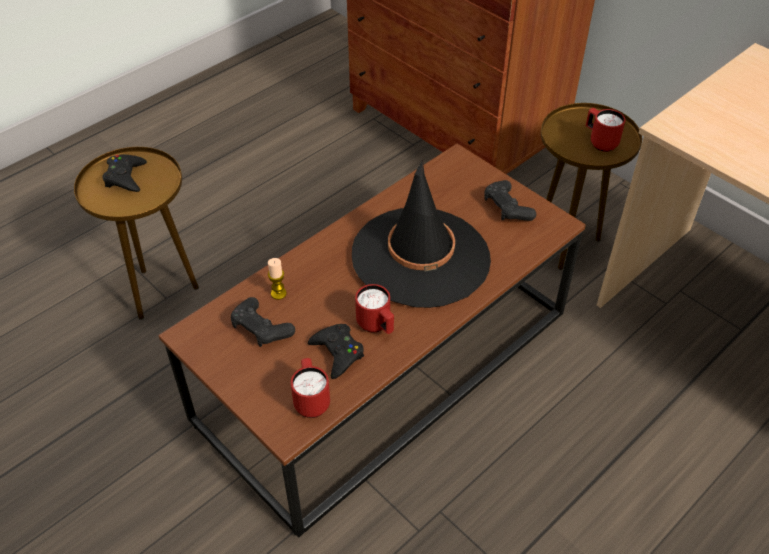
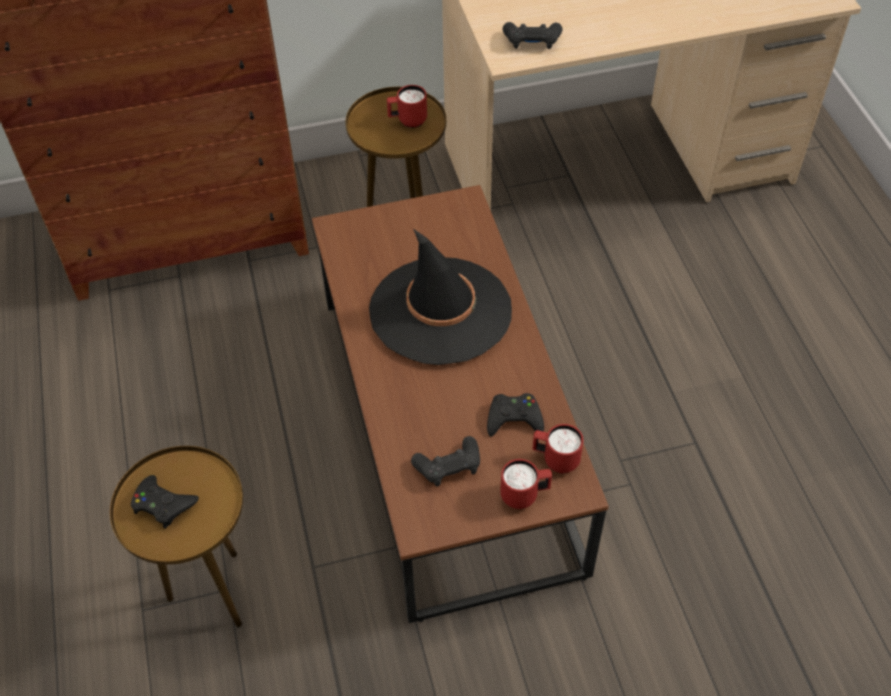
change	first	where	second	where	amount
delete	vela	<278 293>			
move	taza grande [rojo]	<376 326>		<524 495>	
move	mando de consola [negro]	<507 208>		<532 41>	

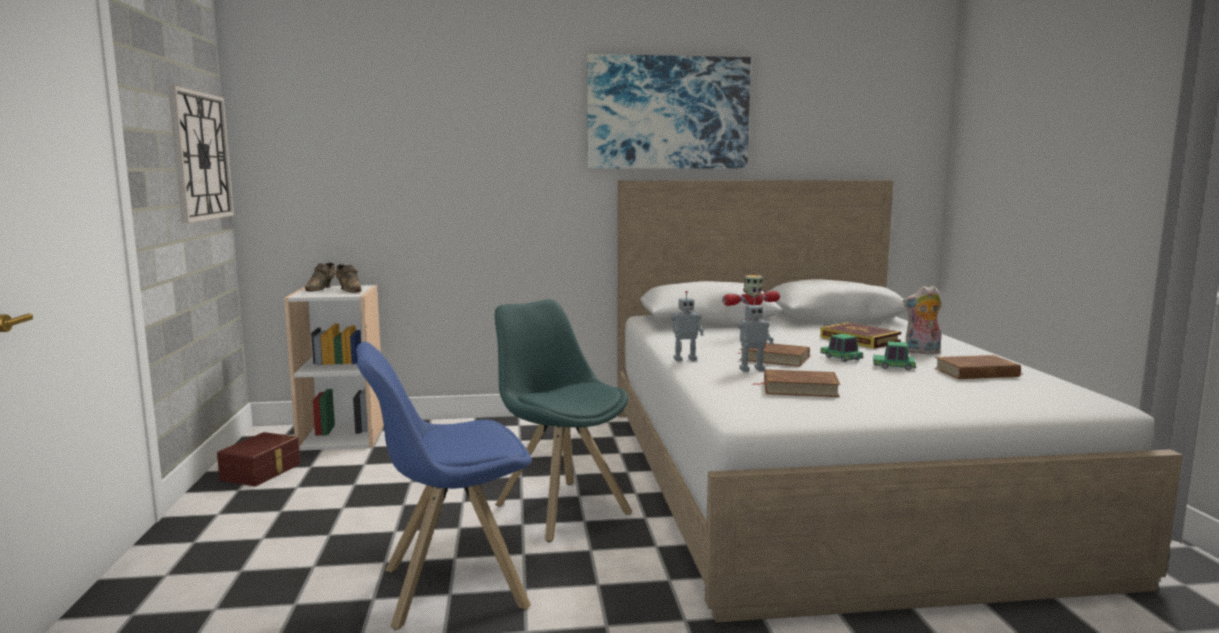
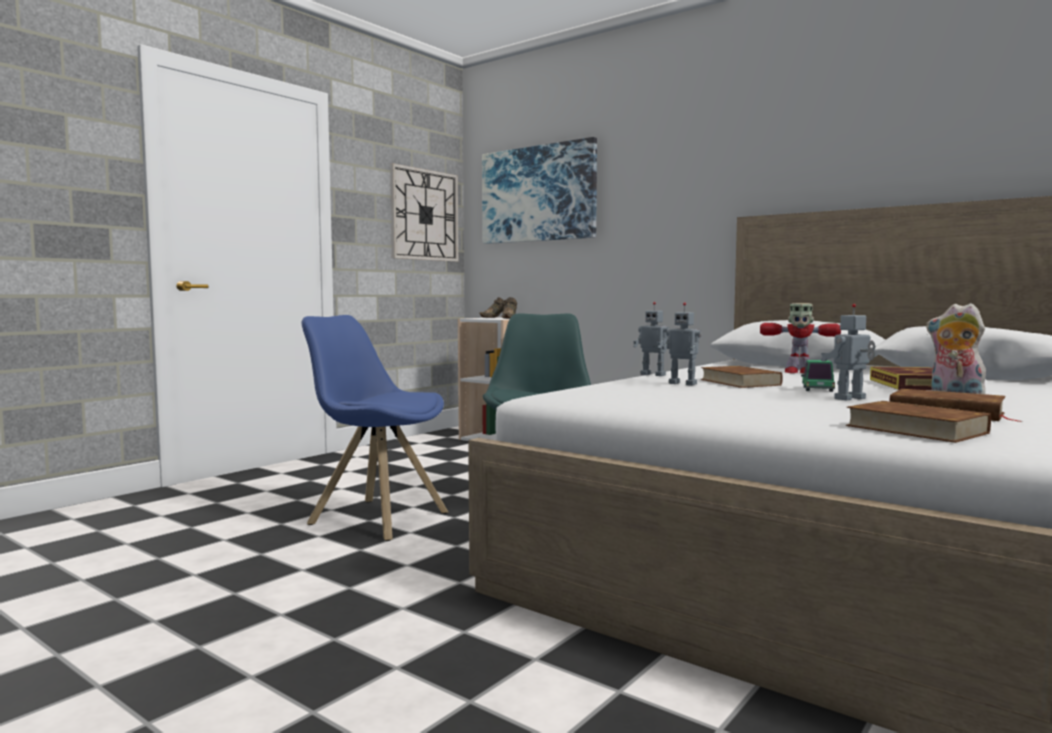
change	first	where	second	where	amount
delete	caja de almacenaje [marrón]	<262 472>			
move	cuadro	<668 113>		<538 194>	
move	libro [marrón]	<799 388>		<915 429>	
replace	coche de juguete	<894 367>	robot de juguete	<851 398>	

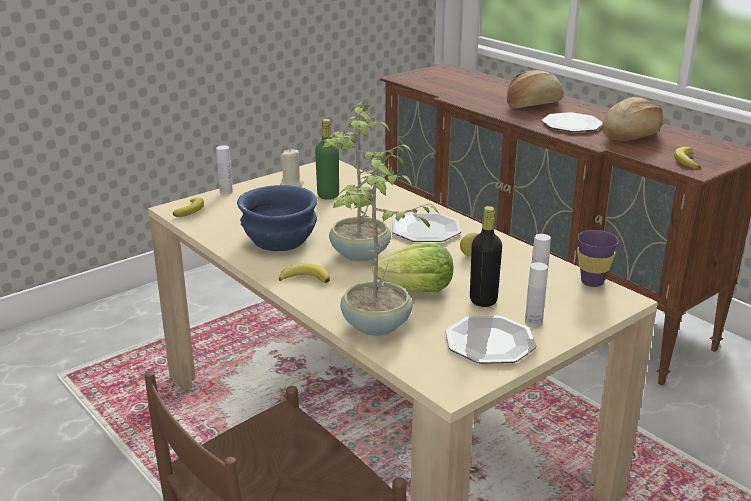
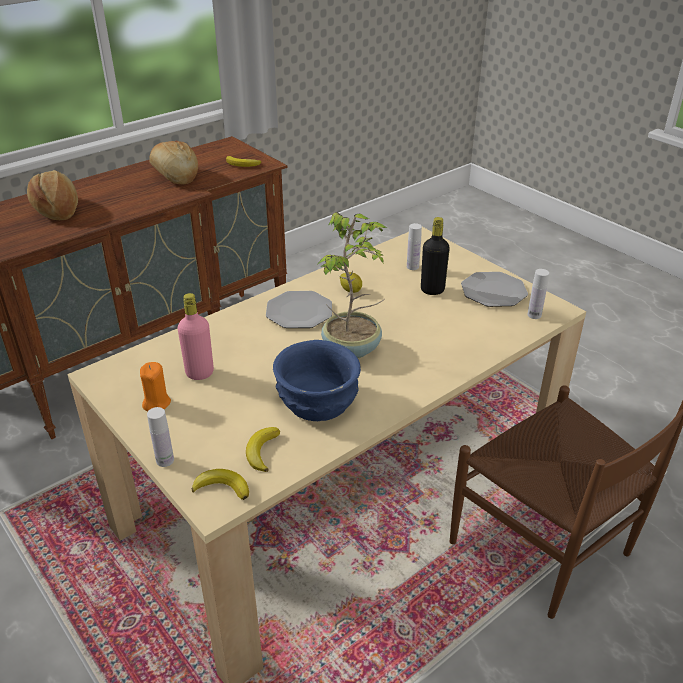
change	first	where	second	where	amount
delete	planta en maceta	<376 326>			
delete	lechuga	<417 289>			
delete	plato	<571 124>			
delete	taza [morado]	<592 282>			
move	plátano	<305 278>		<262 451>	
move	botella [blanco]	<533 322>		<534 315>	
recolor	vela [beis]	<292 184>	vela [naranja]	<156 403>	
recolor	botella [verde]	<328 195>	botella [rosa]	<199 373>	

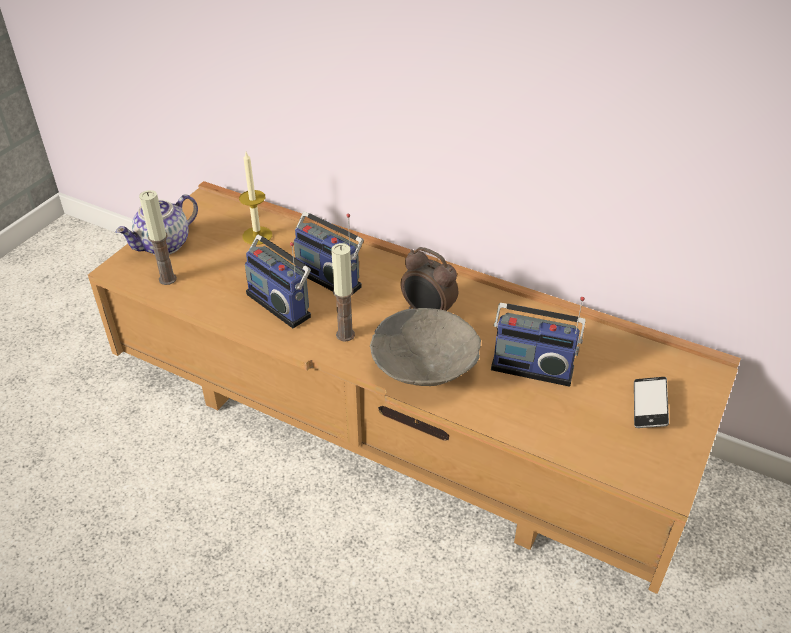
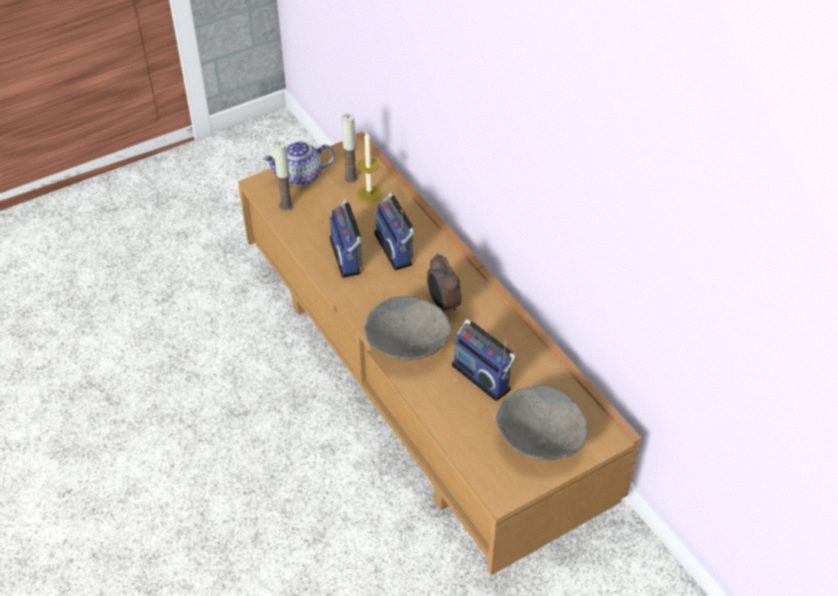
change	first	where	second	where	amount
move	vela	<345 335>		<351 178>	
replace	móvil	<649 406>	cuenco [gris]	<540 440>	

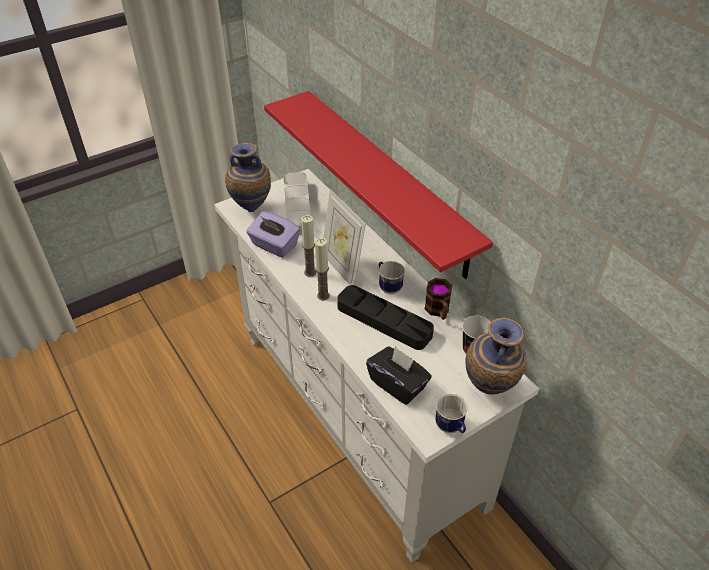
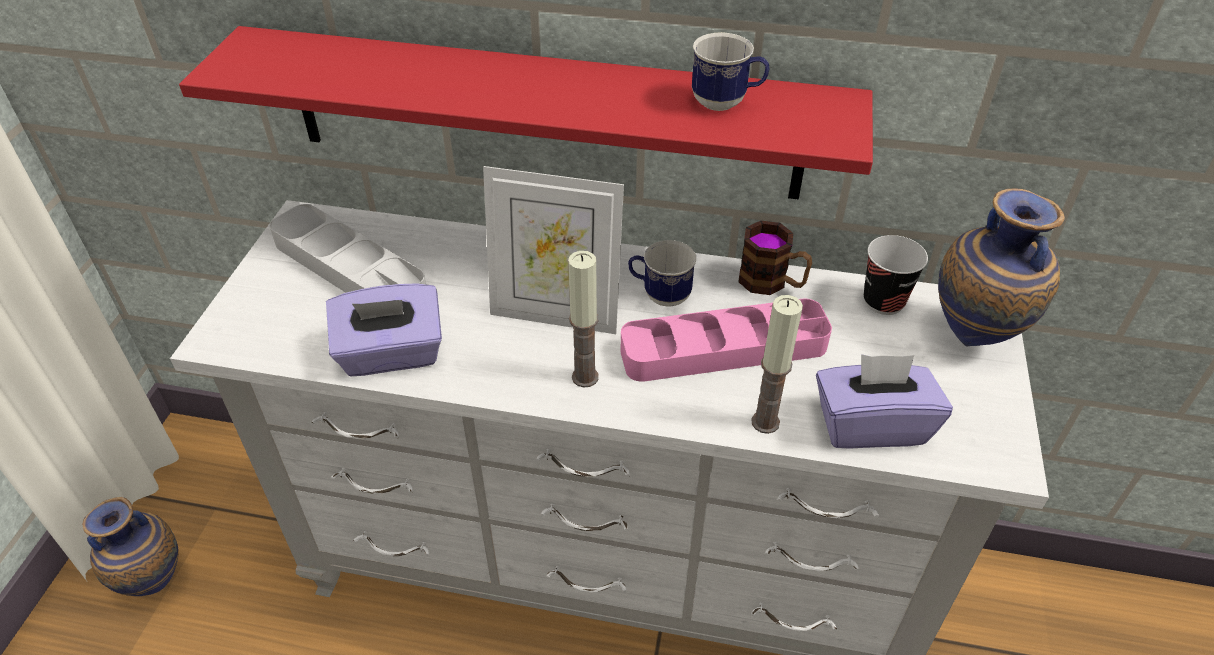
change	first	where	second	where	amount
move	florero	<252 208>		<155 582>	
move	vela	<310 272>		<765 422>	
move	taza grande	<451 428>		<726 103>	
recolor	bandeja [negro]	<384 321>	bandeja [rosa]	<724 348>	
recolor	caja de pañuelos [negro]	<398 384>	caja de pañuelos [morado]	<871 424>	

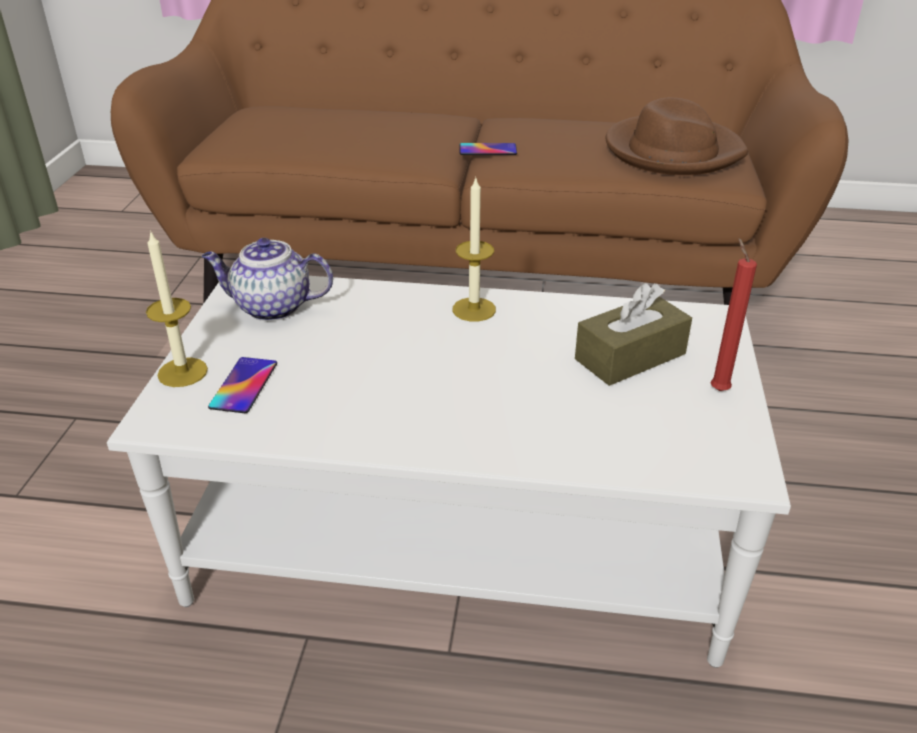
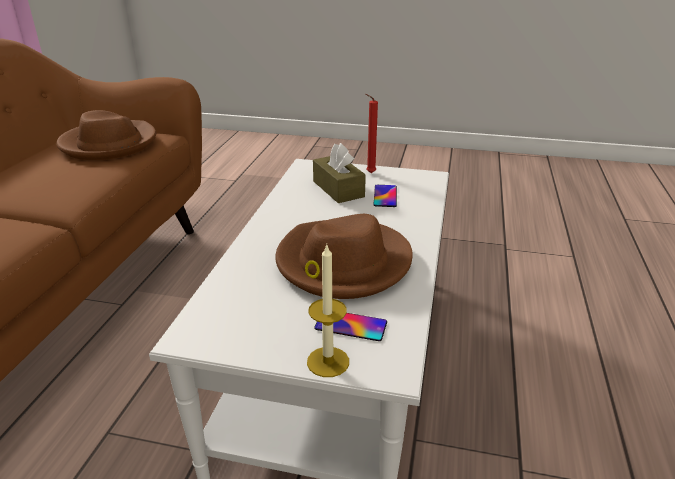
change	first	where	second	where	amount
delete	tetera	<271 307>			
delete	vela	<474 309>			
insert			sombrero [marrón]	<342 263>	
move	móvil	<488 150>		<385 196>	

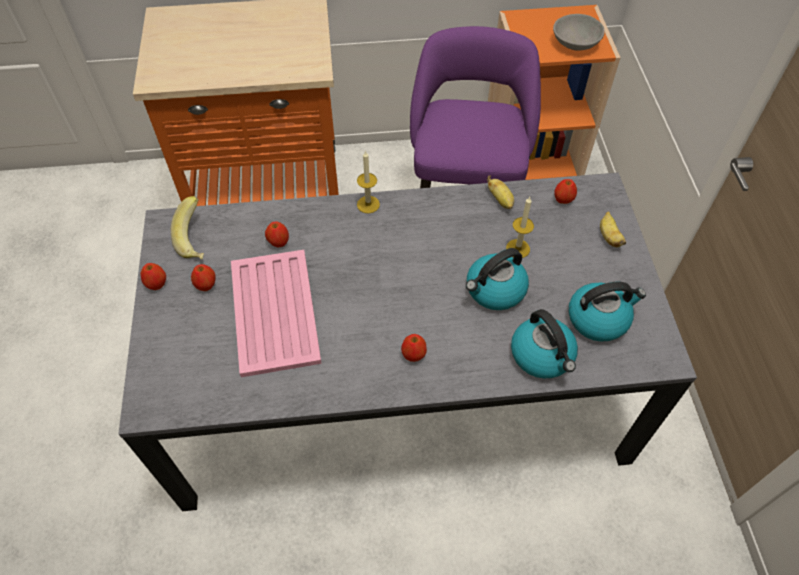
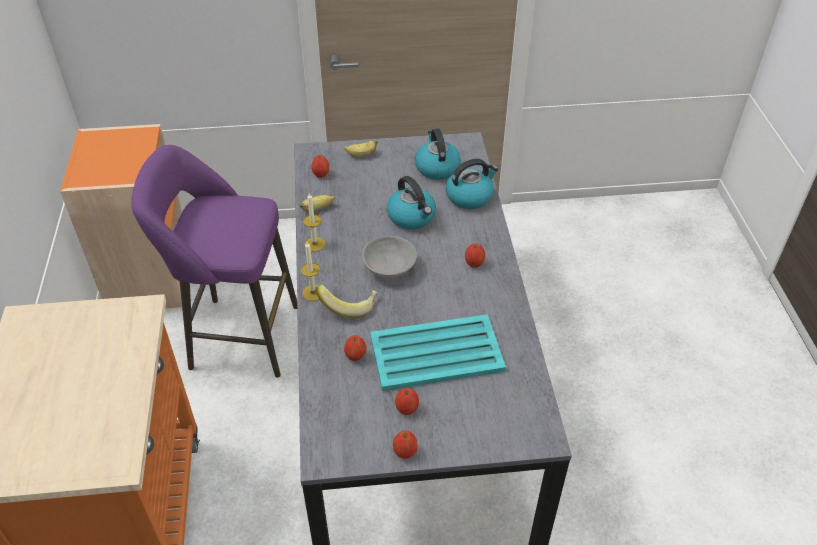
change	first	where	second	where	amount
move	plátano	<197 240>		<349 306>	
move	vela	<518 248>		<314 244>	
move	cuenco [gris]	<575 44>		<389 268>	
recolor	bandeja [rosa]	<275 310>	bandeja [turquesa]	<435 353>	

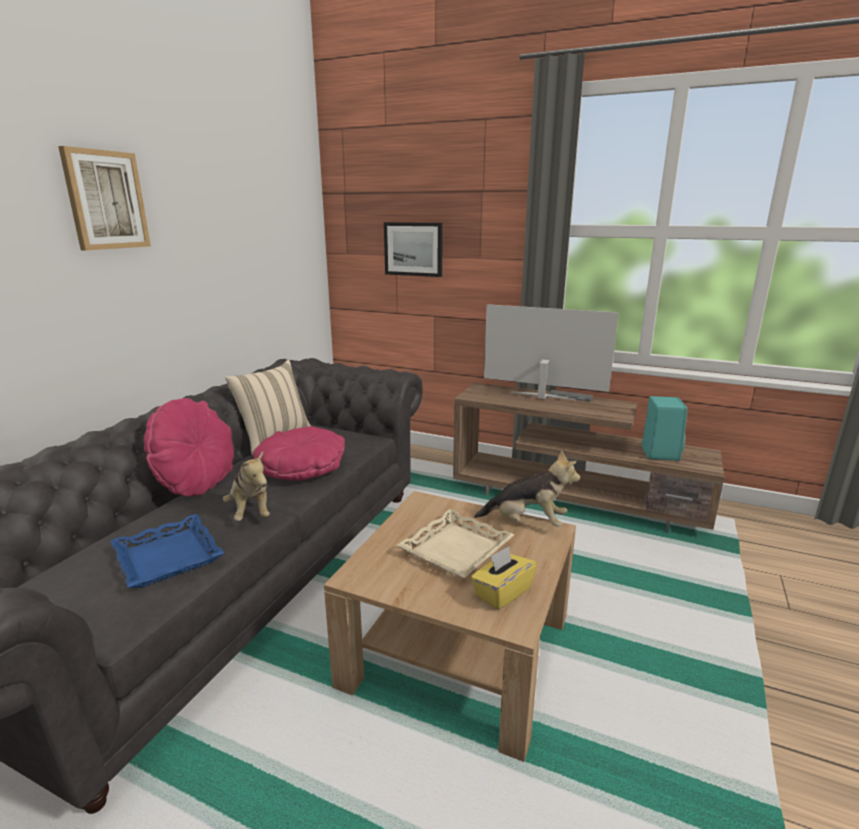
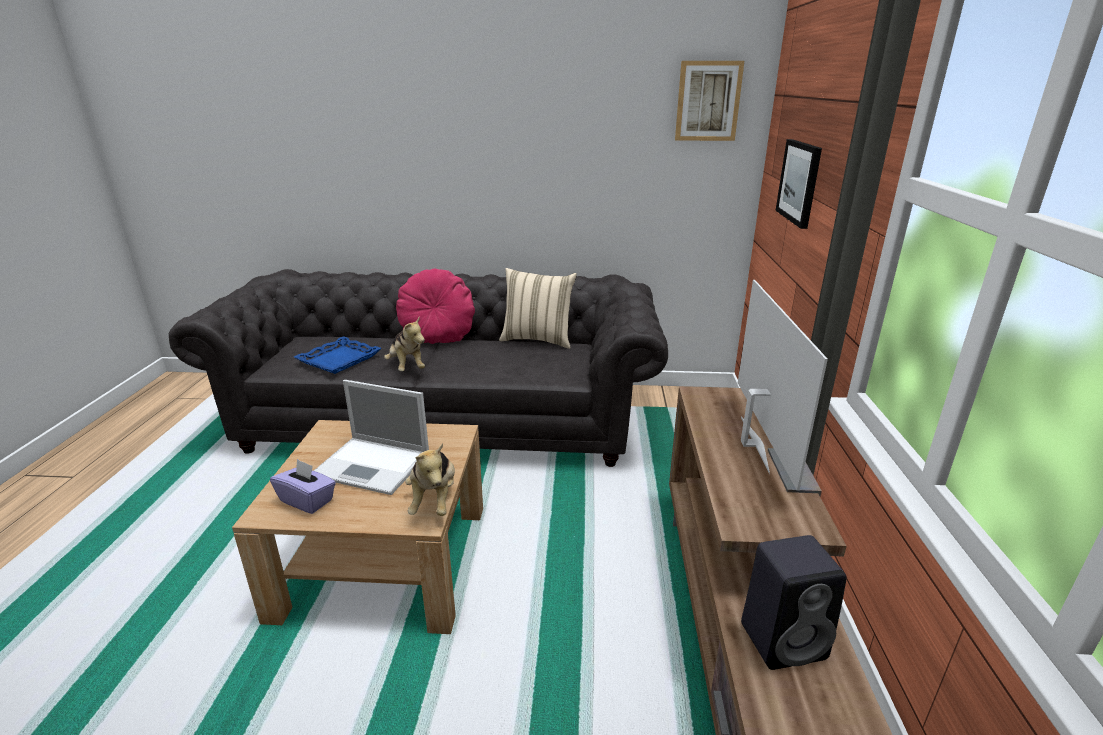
change	first	where	second	where	amount
delete	cojín [rosa]	<300 467>			
move	cuadro	<106 200>		<708 101>	
replace	bandeja [beis]	<455 549>	portátil	<374 465>	
recolor	caja de pañuelos [amarillo]	<502 592>	caja de pañuelos [morado]	<307 500>	
recolor	altavoz [turquesa]	<659 453>	altavoz [negro]	<785 640>	
rotate	peluche	<251 512>		<406 367>	75 degrees counterclockwise

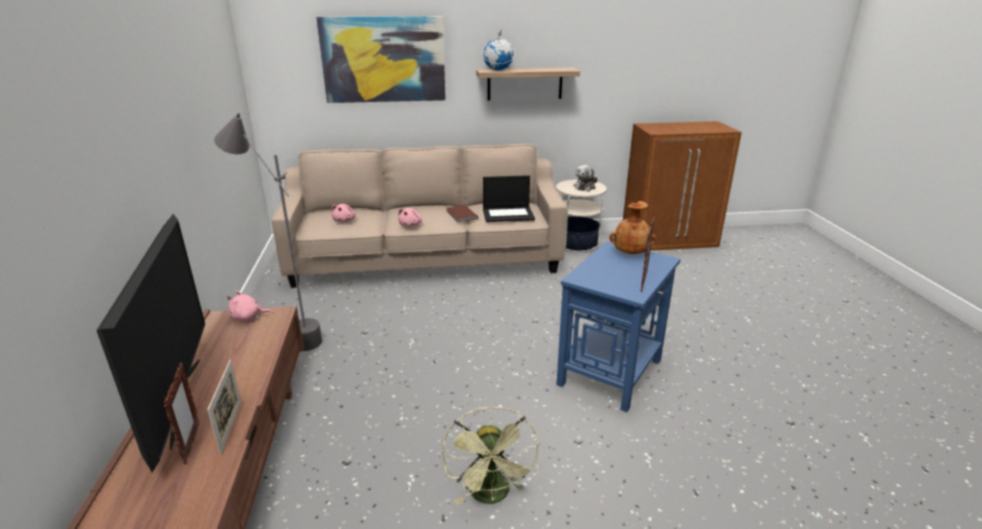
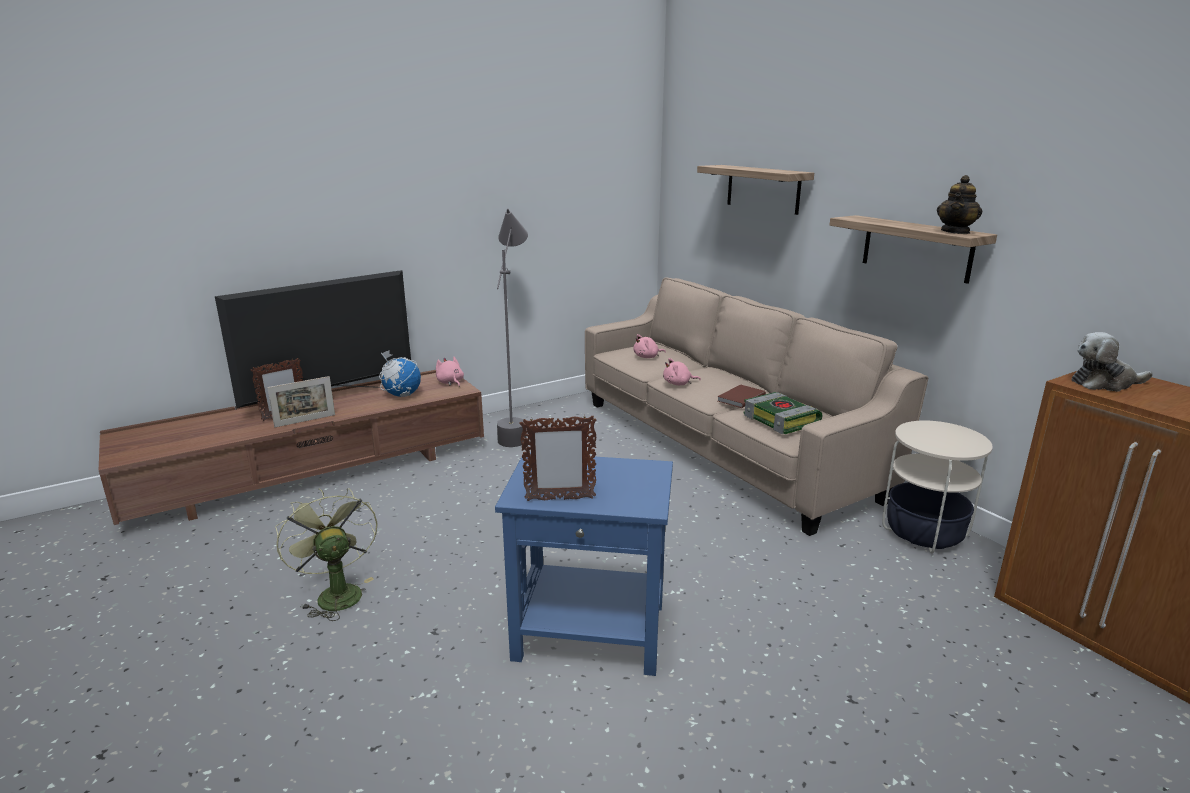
change	first	where	second	where	amount
delete	florero [marrón]	<630 253>			
insert			tetera	<955 232>	
move	globo terráqueo	<498 70>		<402 395>	
move	peluche	<585 186>		<1104 383>	
replace	cuadro	<383 59>	estante	<763 189>	
replace	portátil	<508 214>	libro	<782 420>	
rotate	ventilador [verde]	<492 496>		<335 593>	90 degrees clockwise

